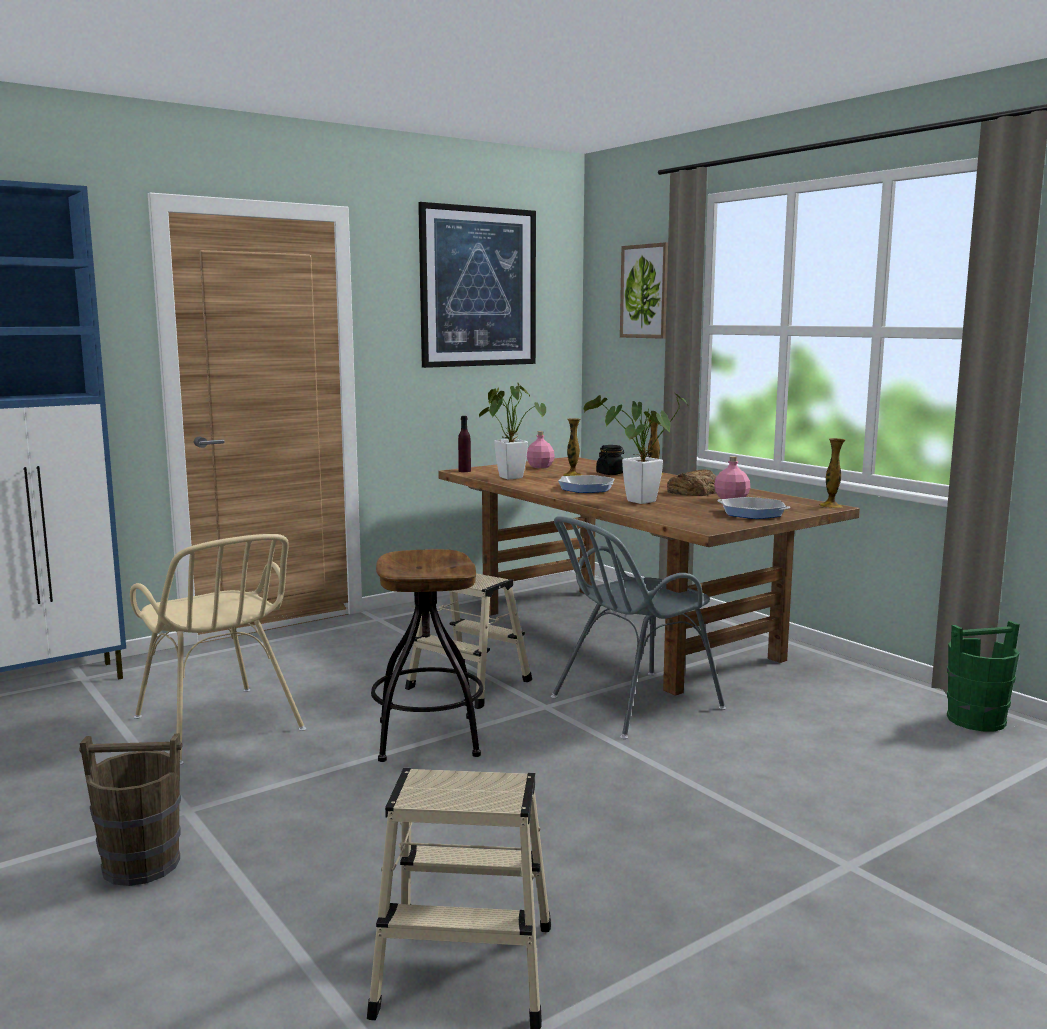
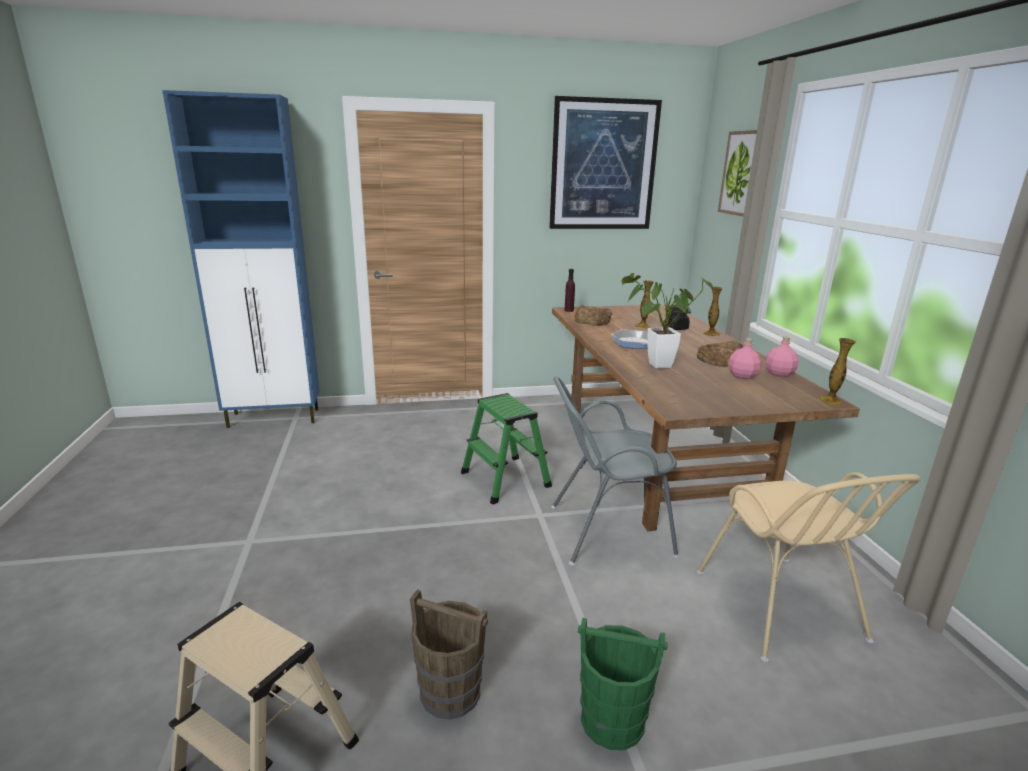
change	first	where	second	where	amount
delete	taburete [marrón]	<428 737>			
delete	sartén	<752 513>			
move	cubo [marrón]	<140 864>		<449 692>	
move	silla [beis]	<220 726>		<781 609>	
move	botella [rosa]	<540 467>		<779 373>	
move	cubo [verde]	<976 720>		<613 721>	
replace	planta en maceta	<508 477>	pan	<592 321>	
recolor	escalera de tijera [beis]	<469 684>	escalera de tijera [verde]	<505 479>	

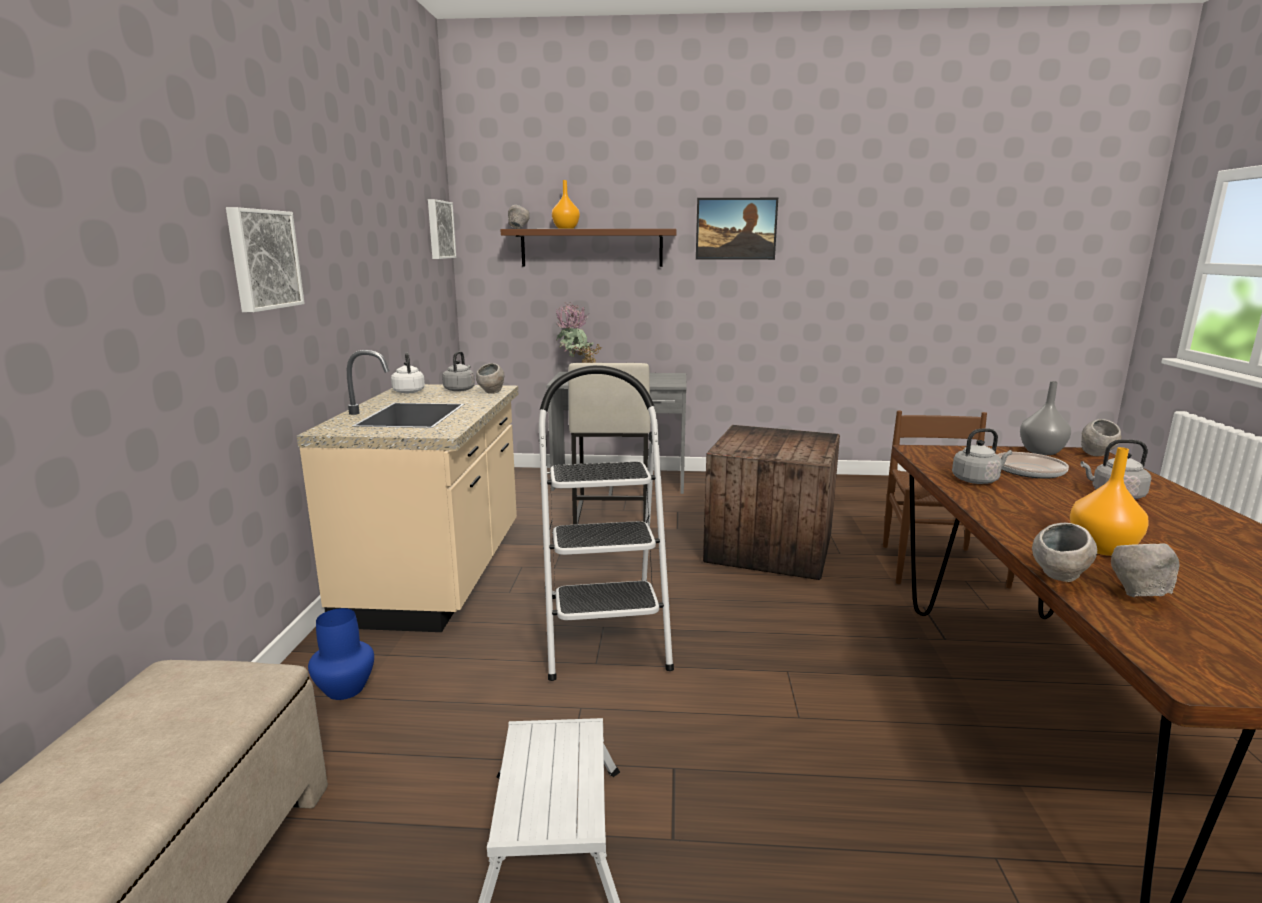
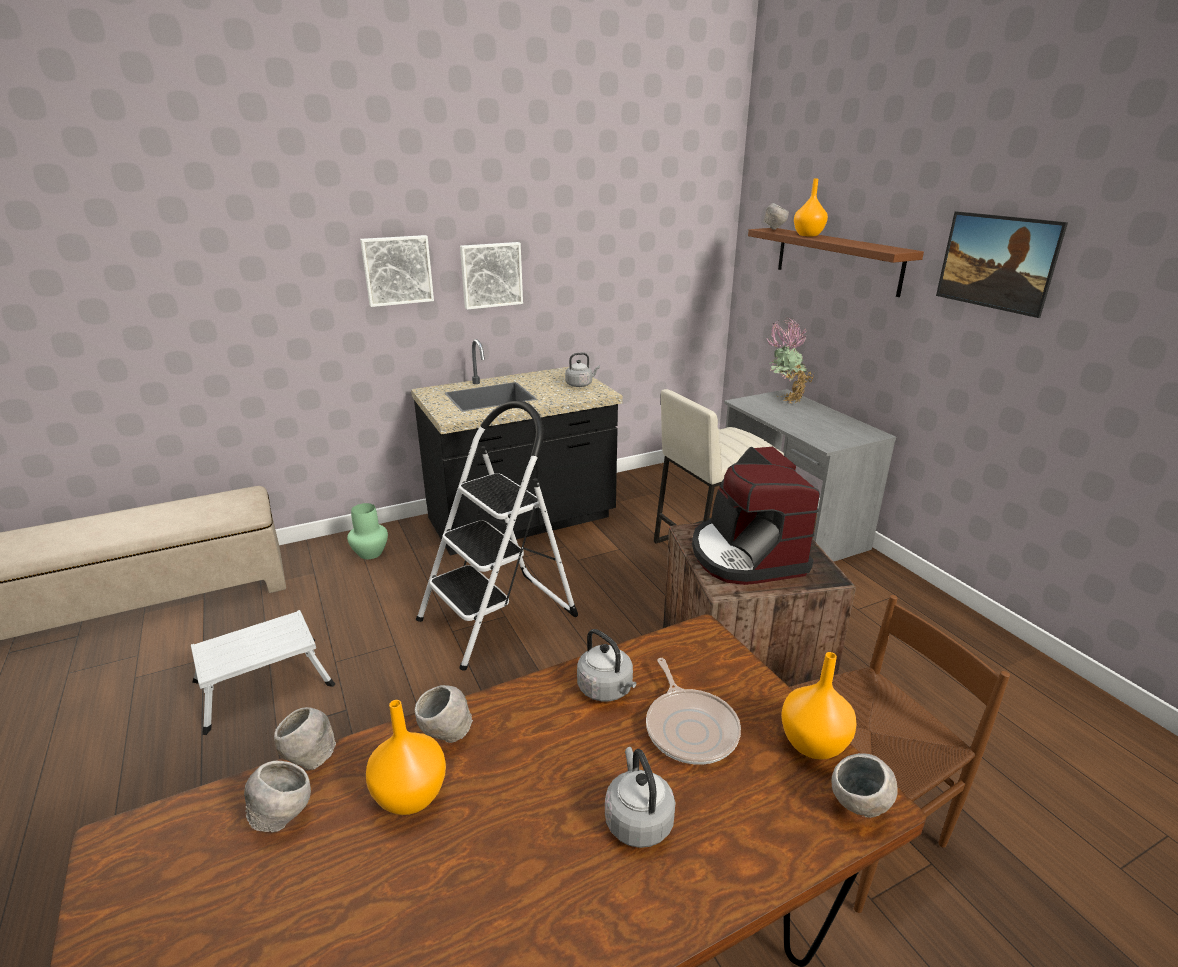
change	first	where	second	where	amount
delete	hervidor [blanco]	<408 391>			
insert			cafetera	<746 555>	
move	cuadro	<439 229>		<491 275>	
move	cuenco [gris]	<491 393>		<446 735>	
recolor	mueble bajo de cocina [beis]	<438 575>	mueble bajo de cocina [negro]	<521 521>	
recolor	florero [azul]	<344 688>	florero [verde]	<370 553>	
recolor	florero [gris]	<1041 452>	florero [naranja]	<811 743>	

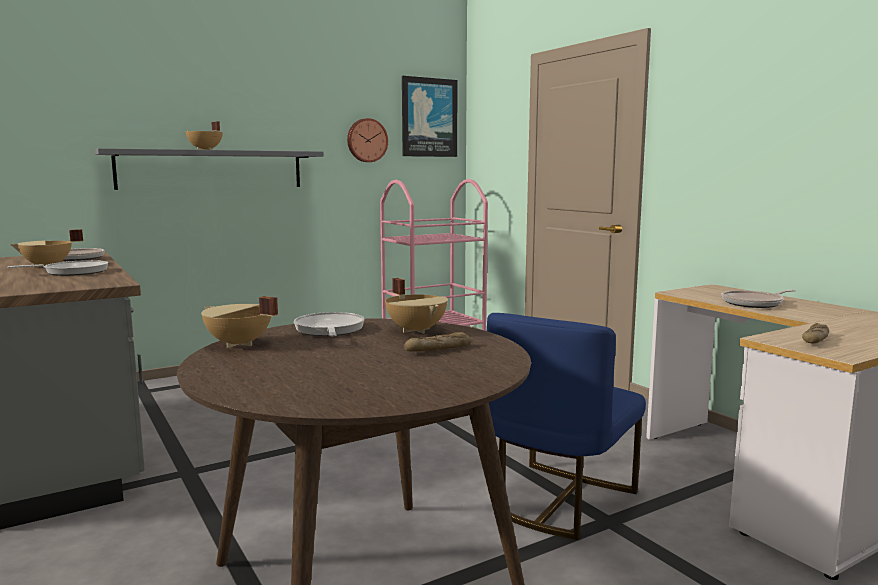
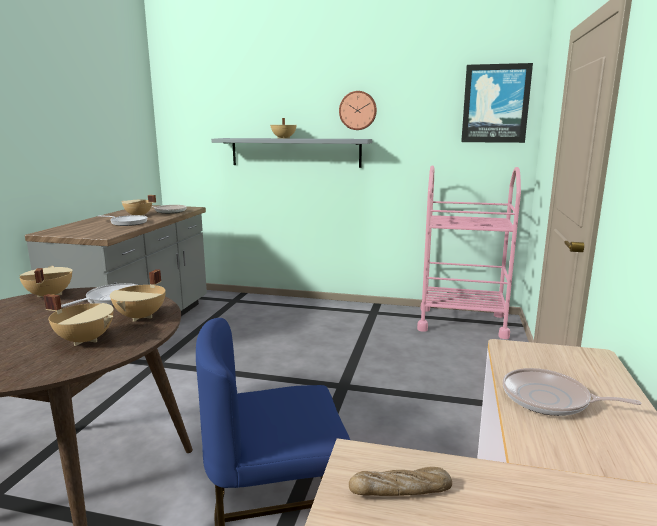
change	first	where	second	where	amount
move	reloj de pared	<366 140>		<358 110>	
replace	pan	<438 349>	olla [beis]	<86 340>	

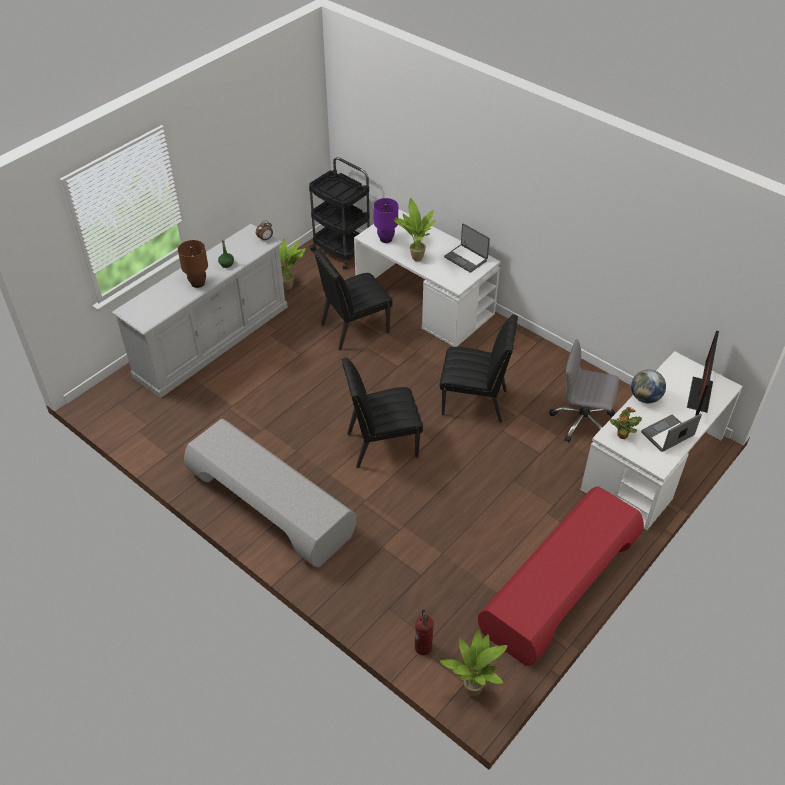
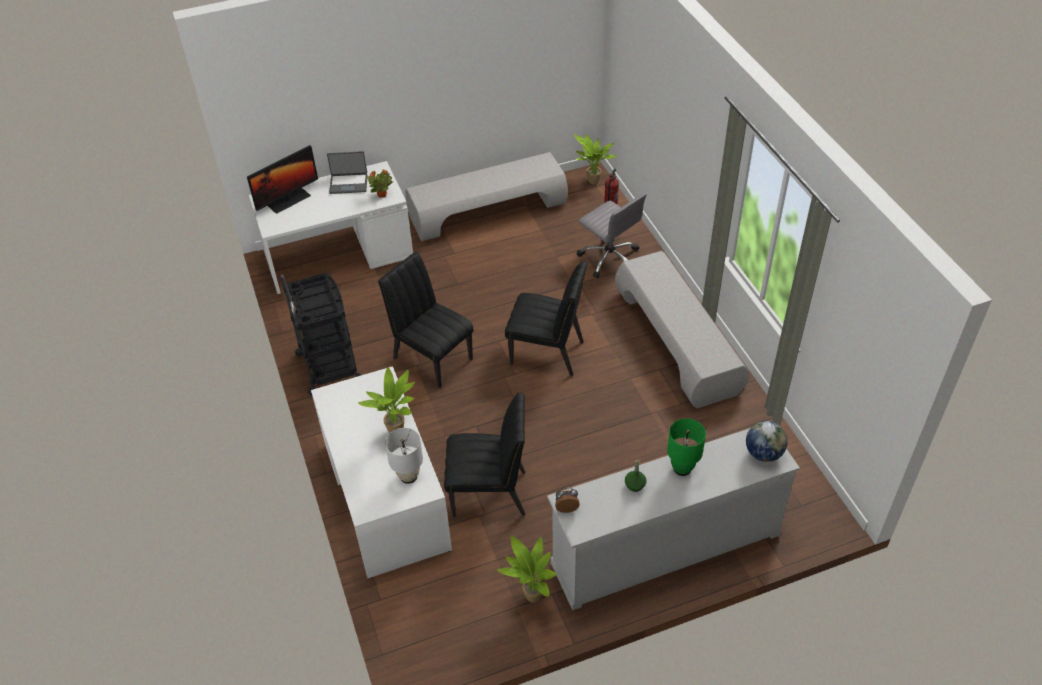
change	first	where	second	where	amount
delete	portátil	<466 258>			
move	carrito [negro]	<341 250>		<330 367>	
move	silla de oficina [gris]	<582 421>		<610 258>	
move	globo terráqueo	<645 398>		<763 453>	
recolor	lámpara de mesa [marrón]	<198 283>	lámpara de mesa [verde]	<682 468>	
recolor	lámpara de mesa [morado]	<386 239>	lámpara de mesa [blanco]	<408 476>	
recolor	banco [rojo]	<560 585>	banco [gris]	<487 210>	

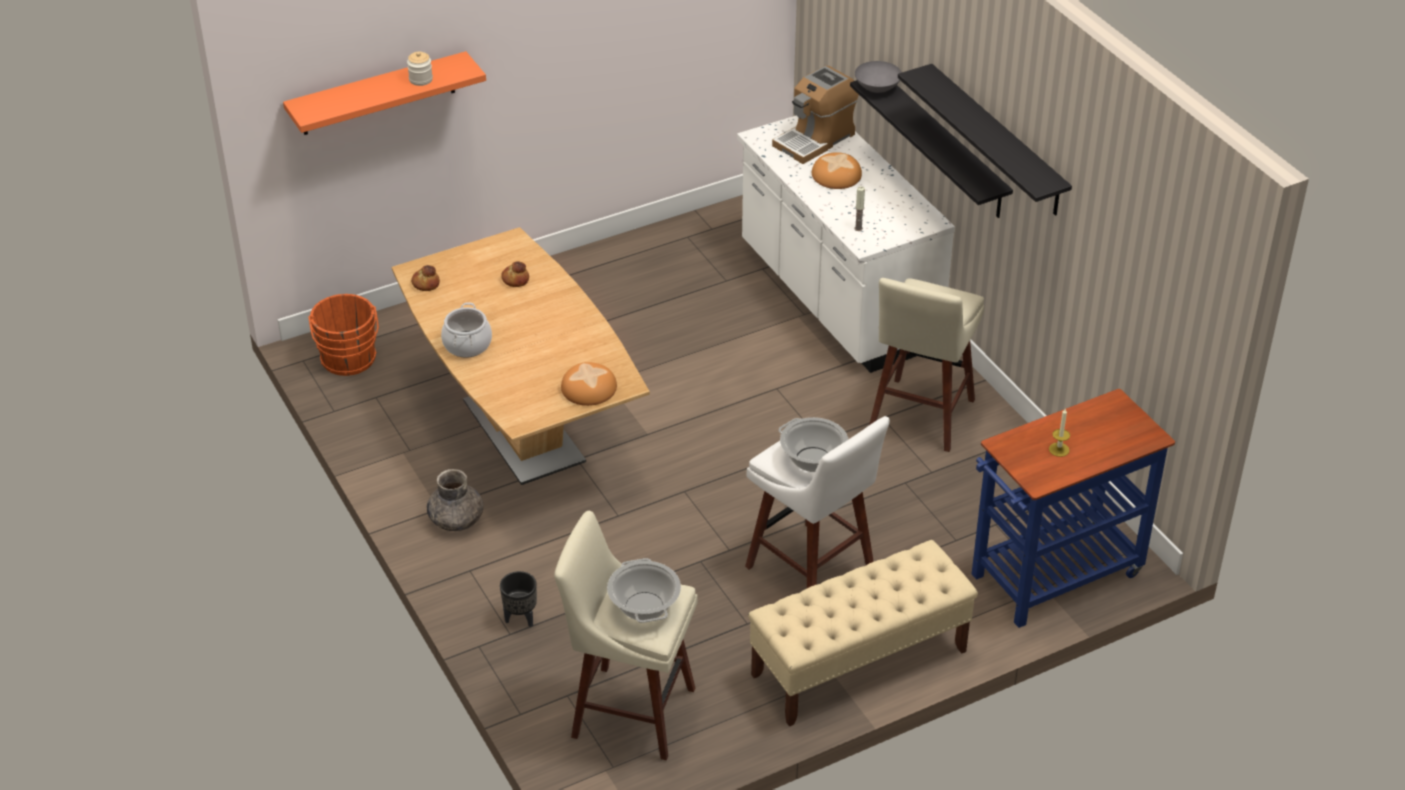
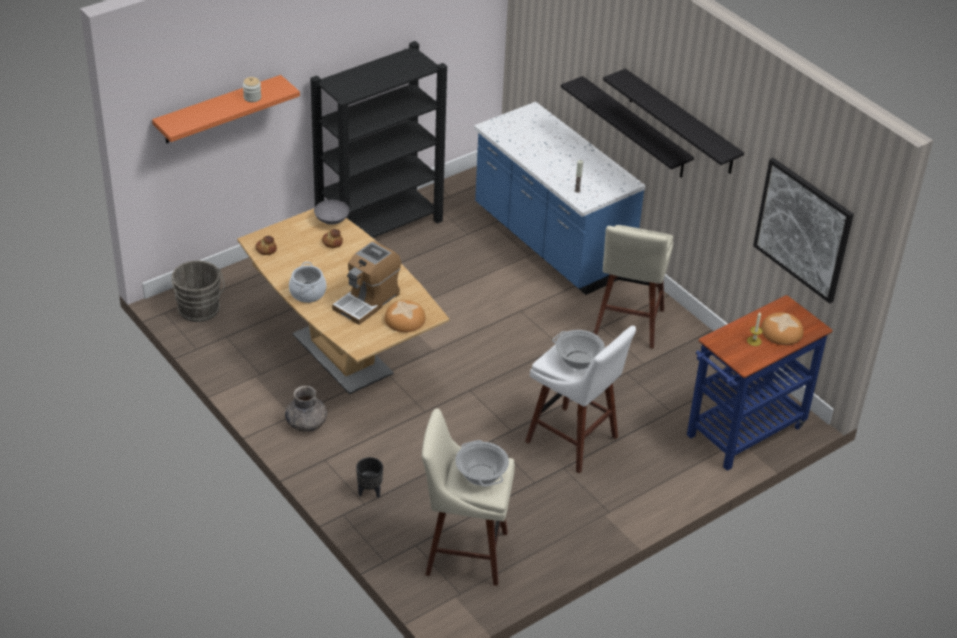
change	first	where	second	where	amount
delete	banco [beis]	<858 663>			
insert			estantería [negro]	<379 227>	
insert			cuadro	<803 229>	
move	cafetera	<815 139>		<367 301>	
move	pan	<836 175>		<781 332>	
move	cuenco [gris]	<876 88>		<331 220>	
recolor	cubo [naranja]	<349 361>	cubo [gris]	<199 311>	
recolor	mueble bajo de cocina [blanco]	<836 298>	mueble bajo de cocina [azul]	<550 242>	

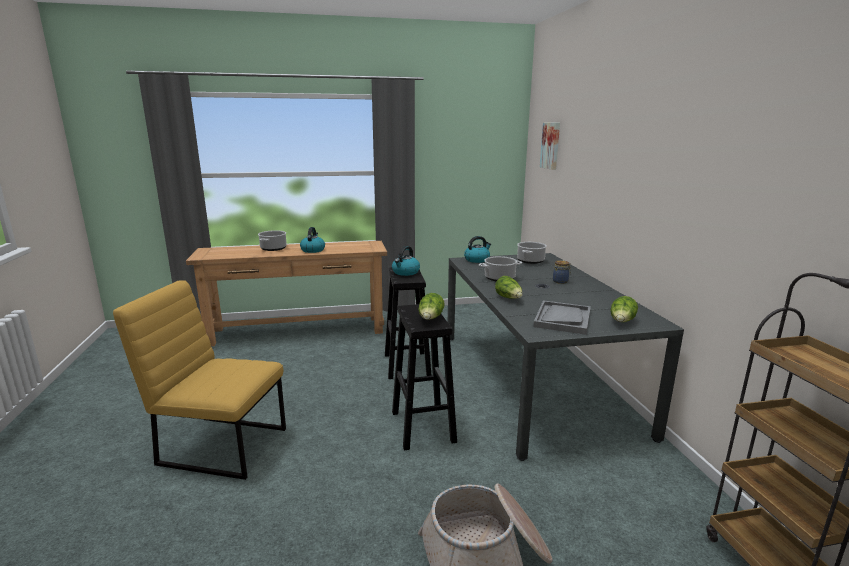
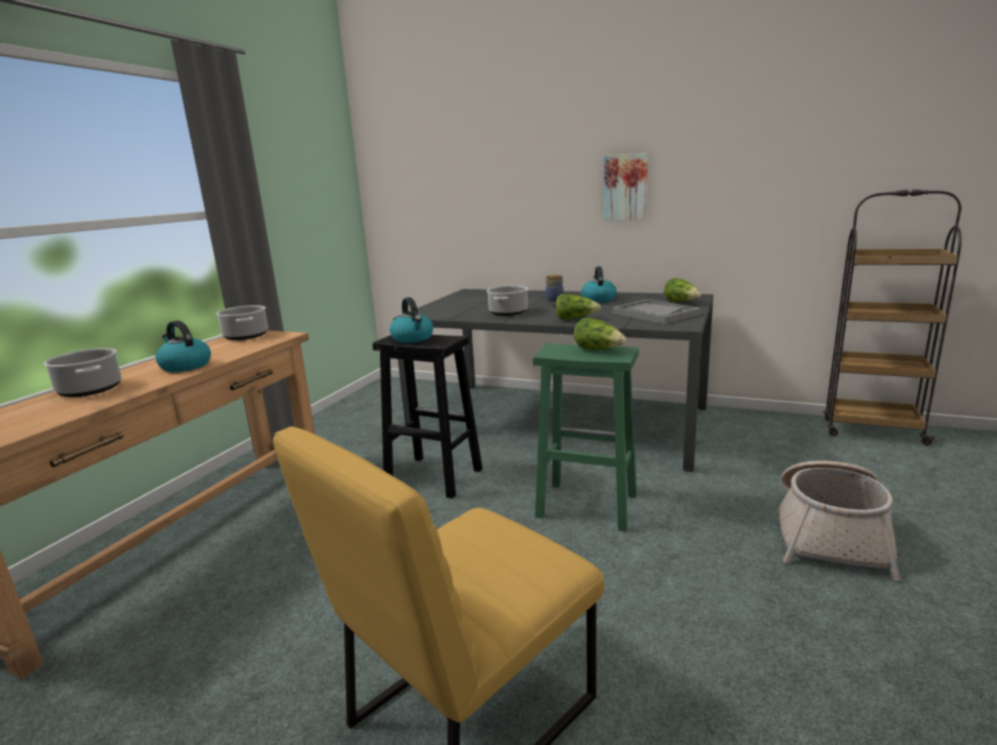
change	first	where	second	where	amount
move	hervidor	<477 260>		<598 299>	
move	olla	<530 261>		<246 336>	
move	cuadro	<551 145>		<626 187>	
recolor	taburete [negro]	<422 426>	taburete [verde]	<585 505>	

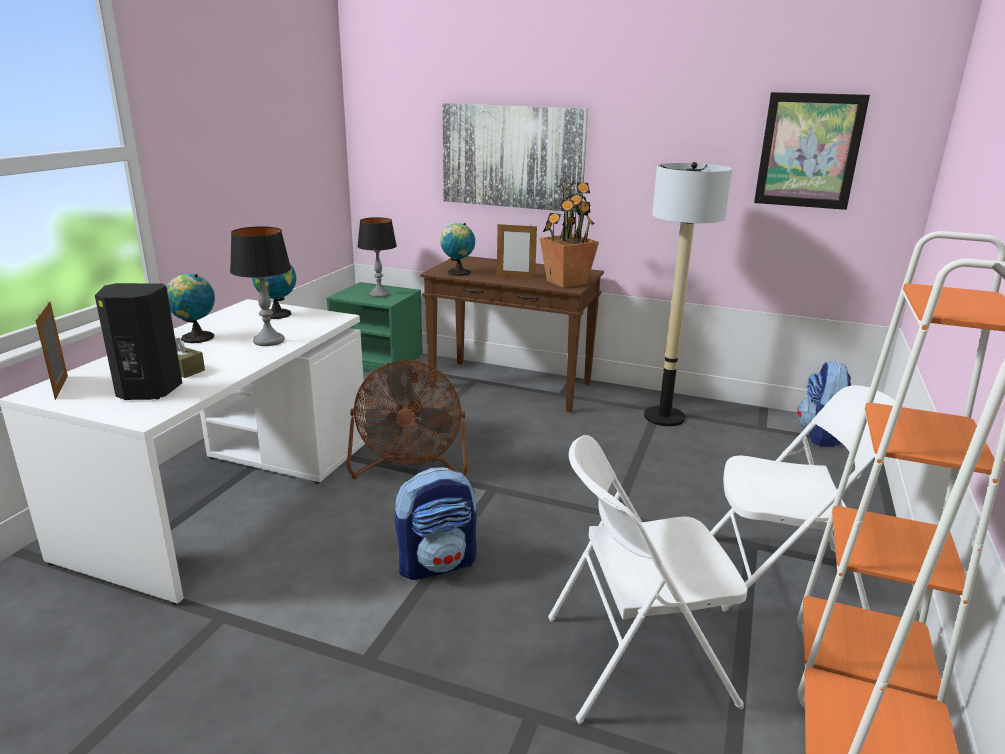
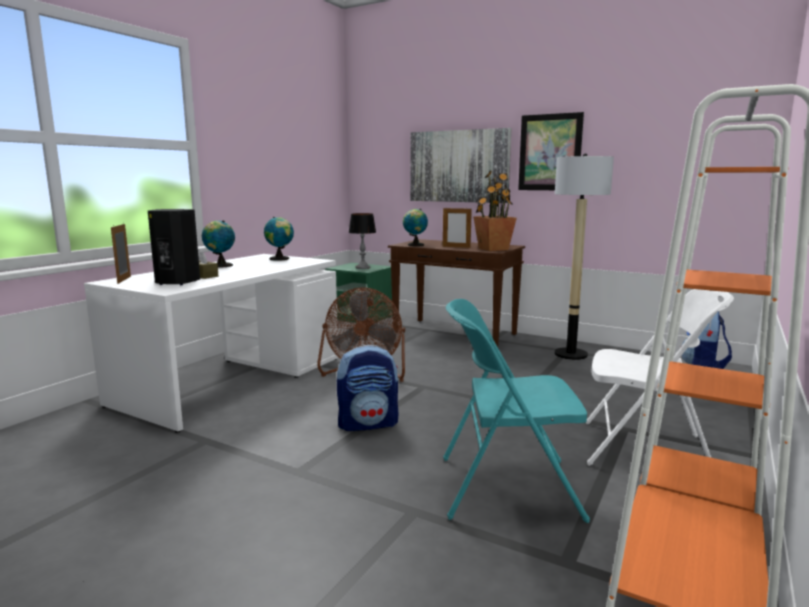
change	first	where	second	where	amount
delete	lámpara de mesa	<268 341>			
move	cuadro	<809 151>		<550 152>	
recolor	silla [blanco]	<638 659>	silla [turquesa]	<508 487>	

